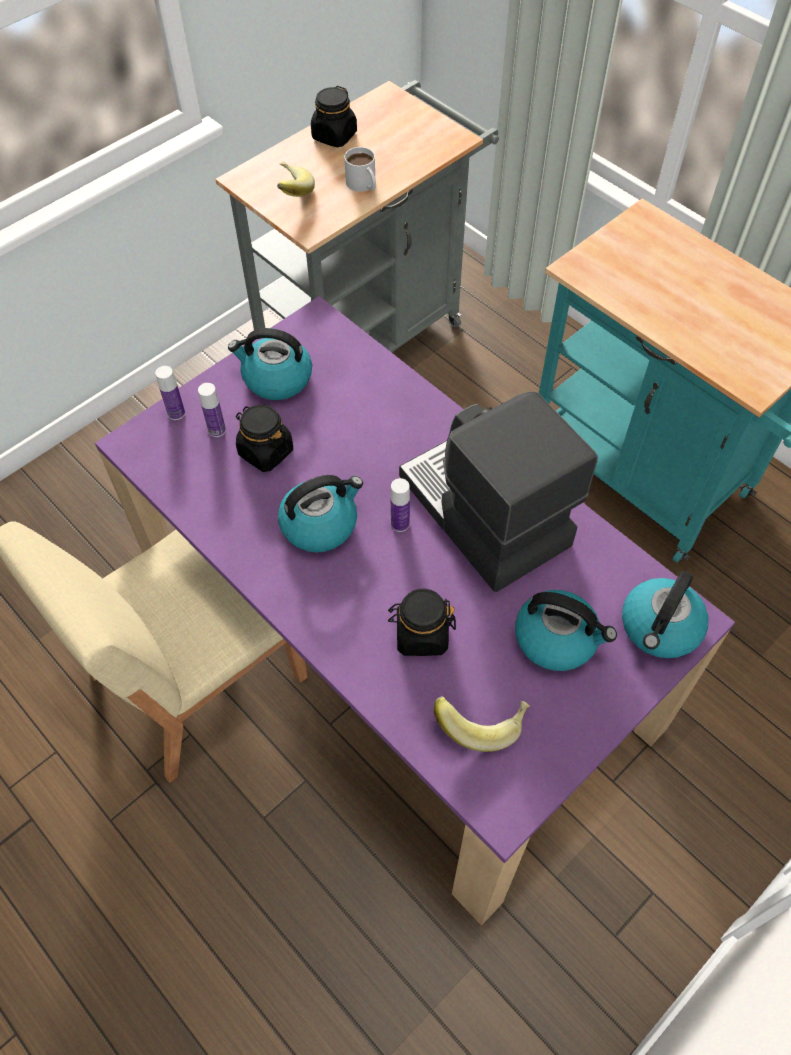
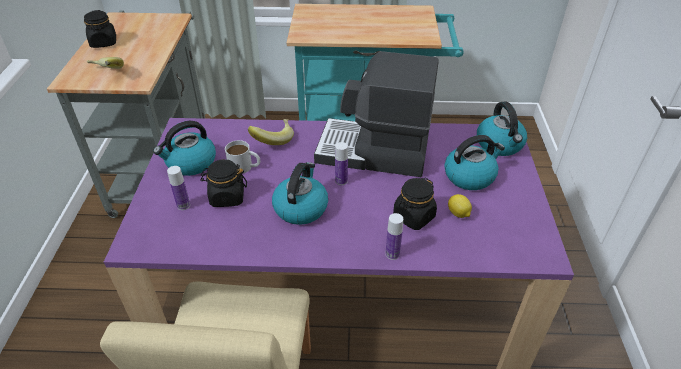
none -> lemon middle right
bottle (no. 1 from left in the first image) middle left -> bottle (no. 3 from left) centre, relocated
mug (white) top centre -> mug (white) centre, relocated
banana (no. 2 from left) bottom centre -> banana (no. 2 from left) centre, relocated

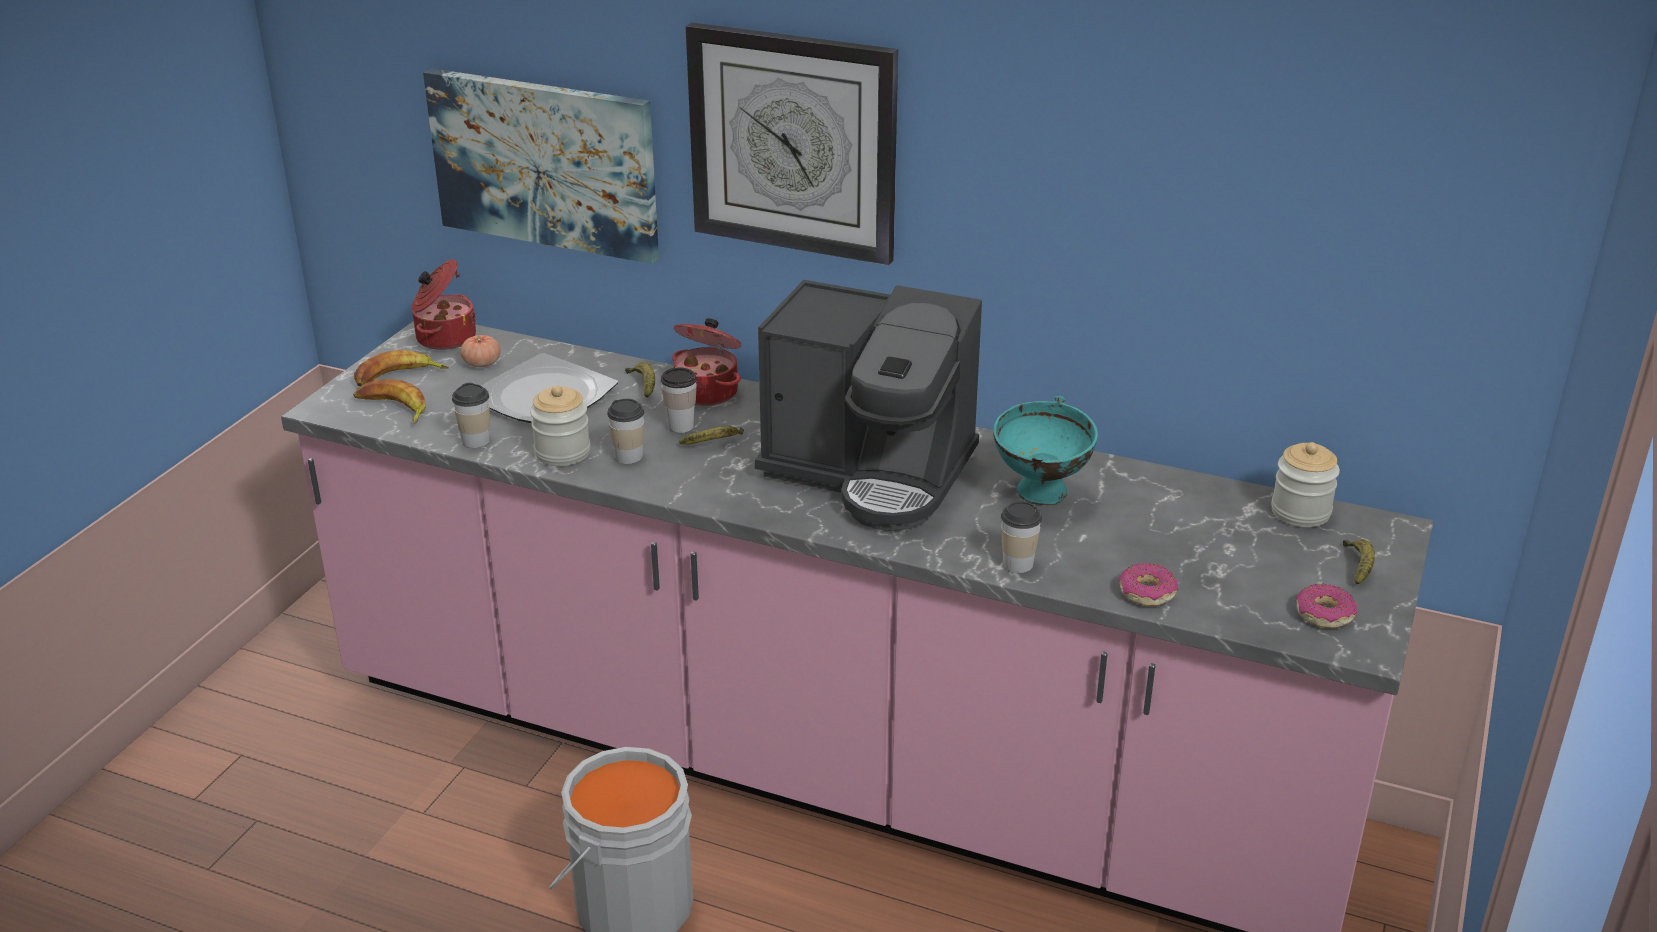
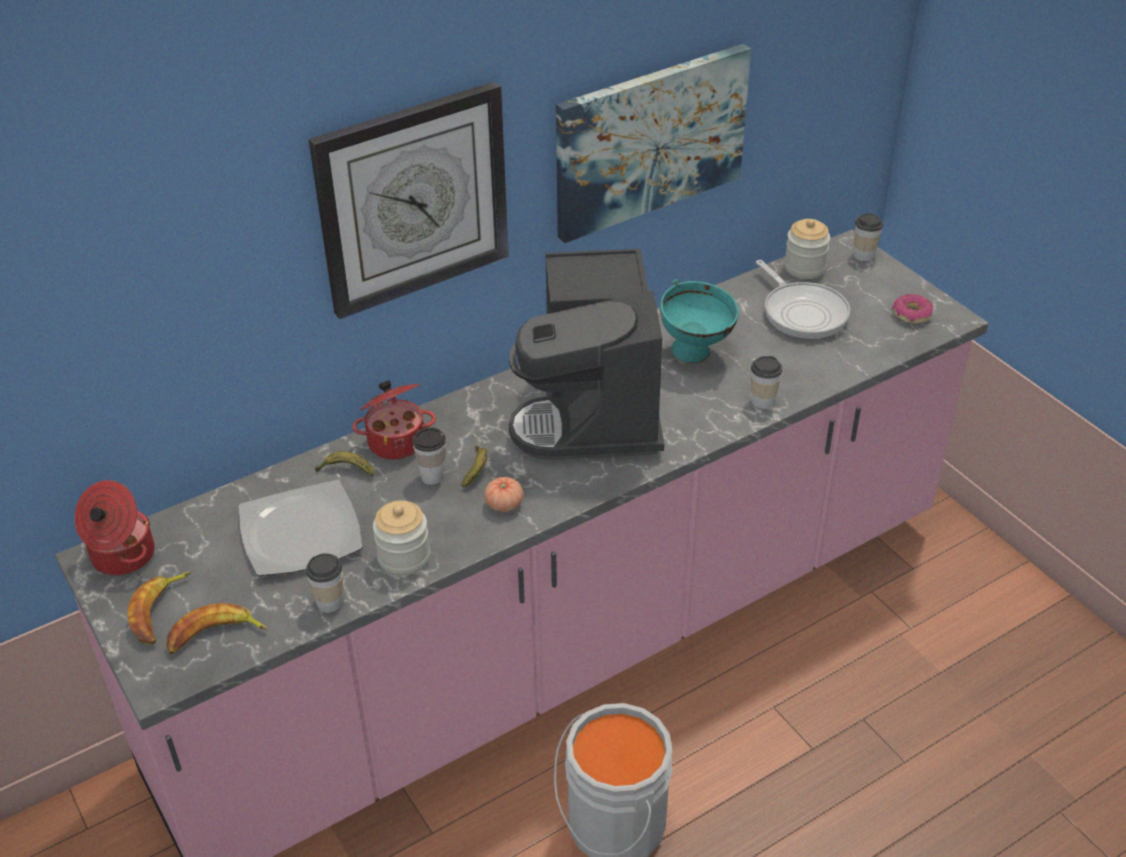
donut (no. 1 from left) middle right -> none
banana (no. 5 from left) middle right -> none
none -> frying pan middle right
picture top left -> picture top centre, relocated
tomato middle left -> tomato centre, relocated
cup (no. 2 from left in the first image) centre -> cup (no. 4 from left) top right, relocated
coffee machine centre, 120 degrees clockwise

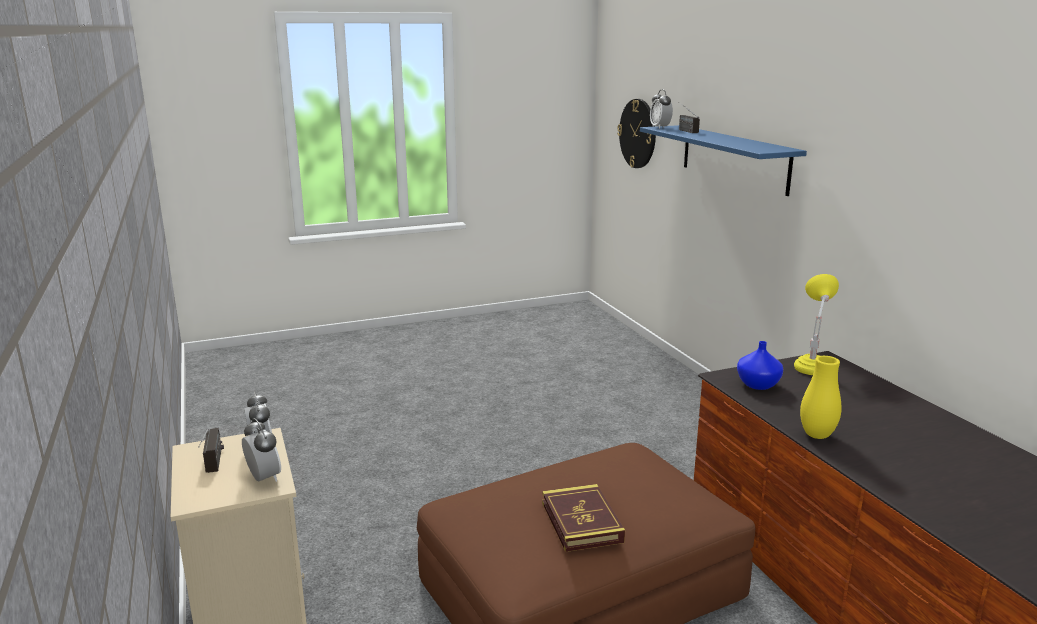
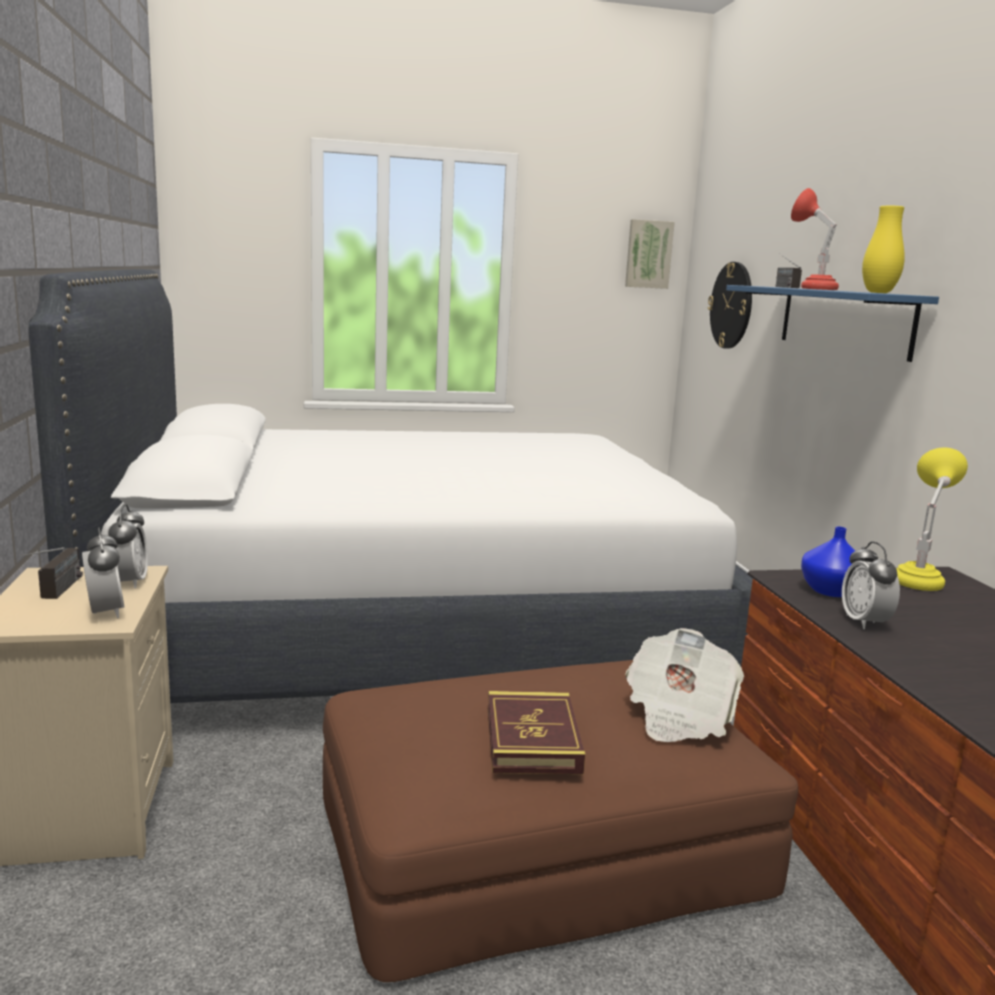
none -> bed (white) centre
none -> picture top centre
none -> newspaper bottom right
none -> table lamp (red) top right
alarm clock (no. 3 from left) top centre -> alarm clock (no. 3 from left) middle right, relocated
vase (yellow) middle right -> vase (yellow) top right, relocated

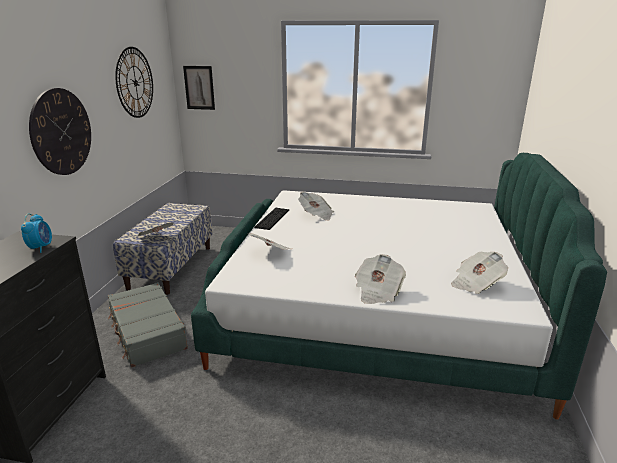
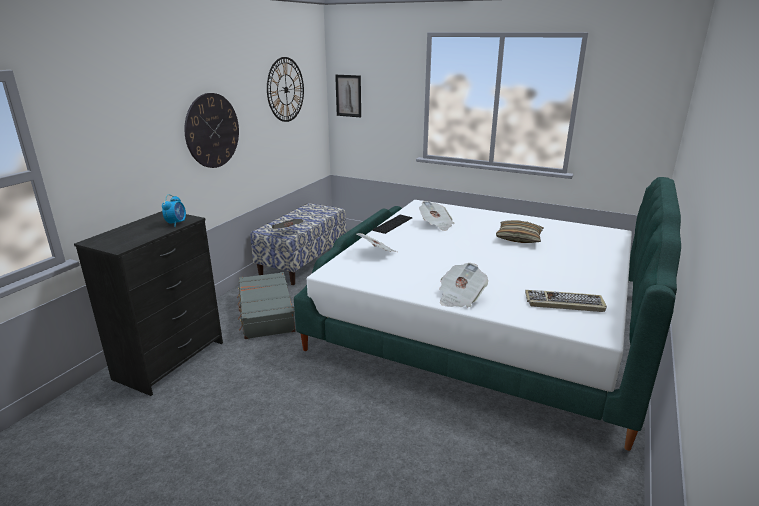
none -> pillow middle right
newspaper (no. 5 from left) middle right -> keyboard (no. 2 from left) middle right

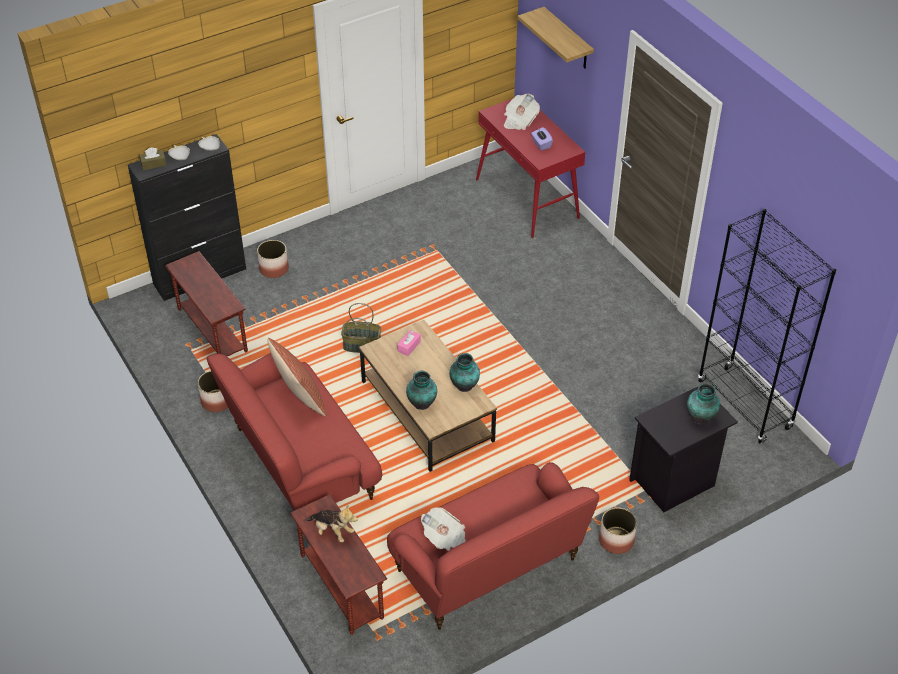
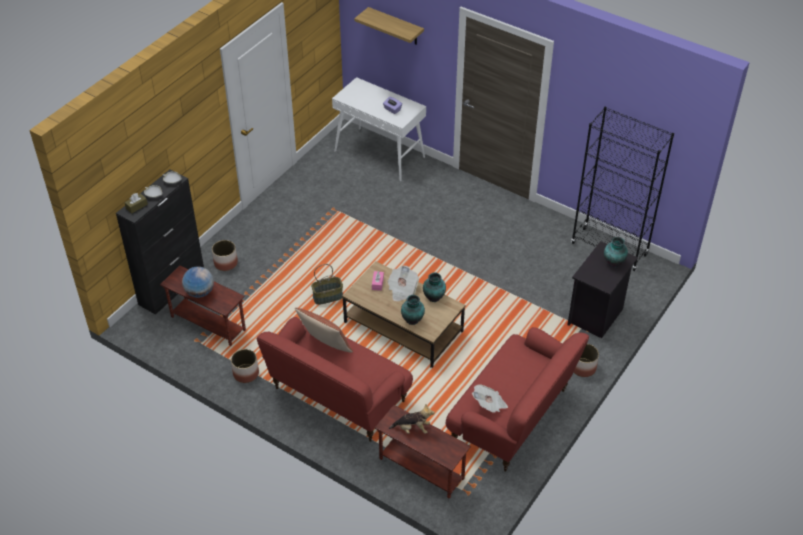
none -> globe middle left
newspaper (no. 2 from left in the first image) top centre -> newspaper (no. 1 from left) centre, relocated
console table (red) top centre -> console table (white) top centre

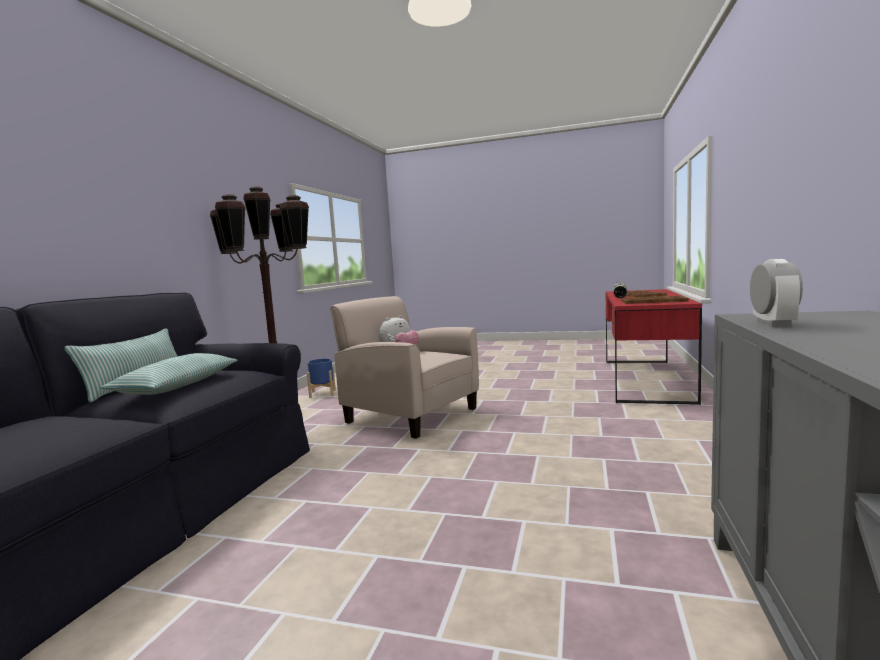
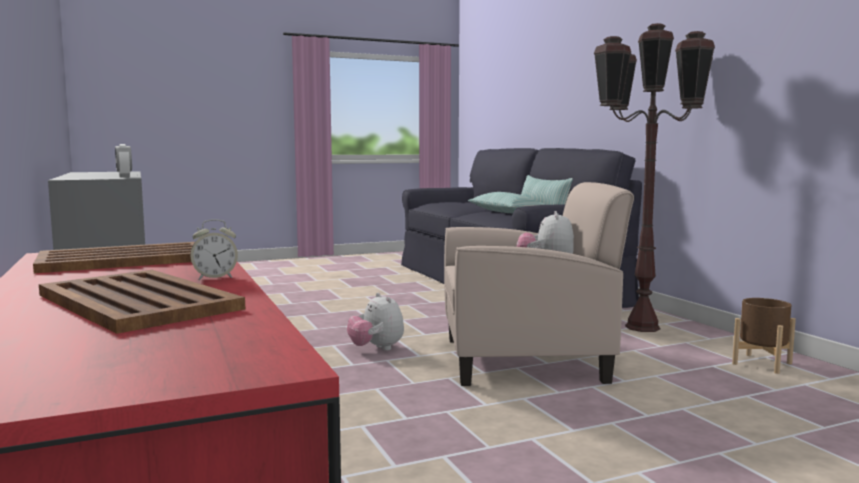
none -> plush toy (no. 1 from left) bottom centre
planter (blue) centre -> planter (brown) bottom right

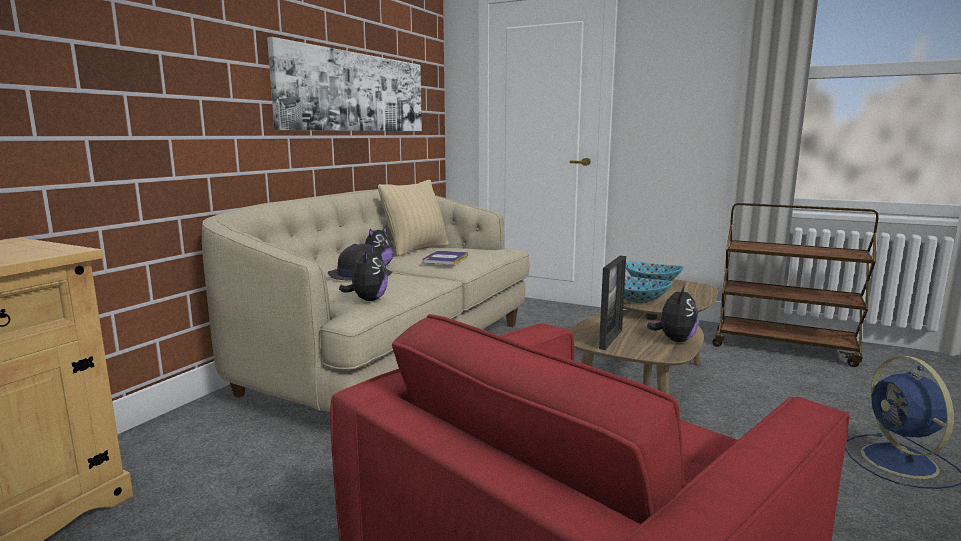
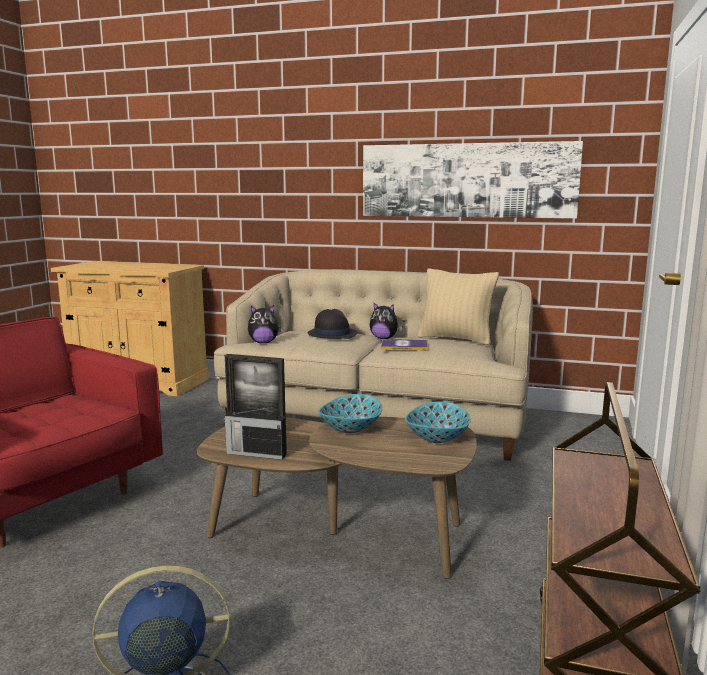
plush toy (no. 3 from left) middle right -> radio centre

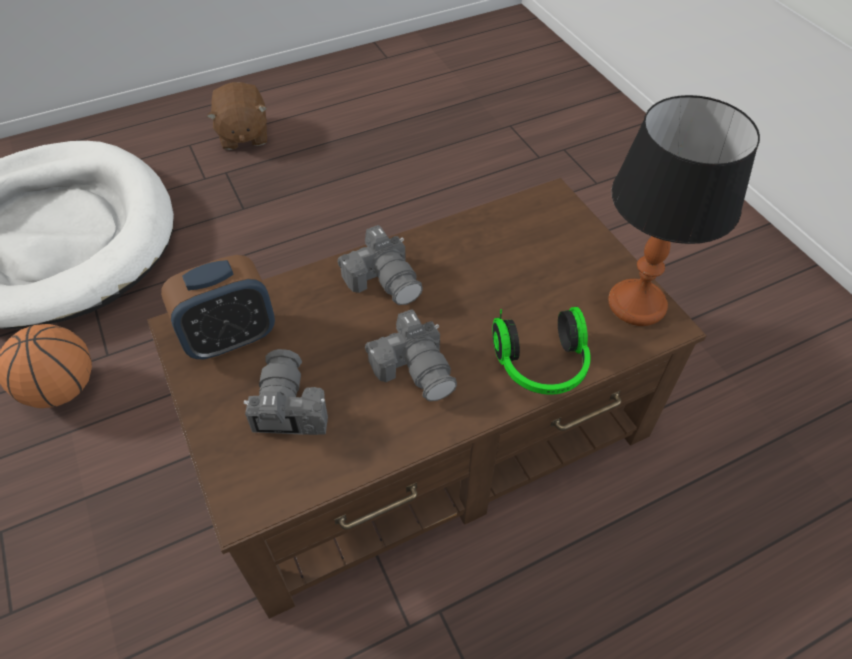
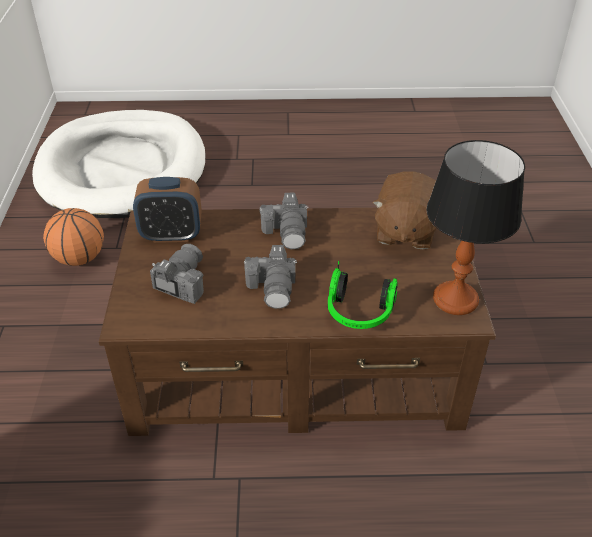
plush toy (brown) top left -> plush toy (brown) middle right, relocated

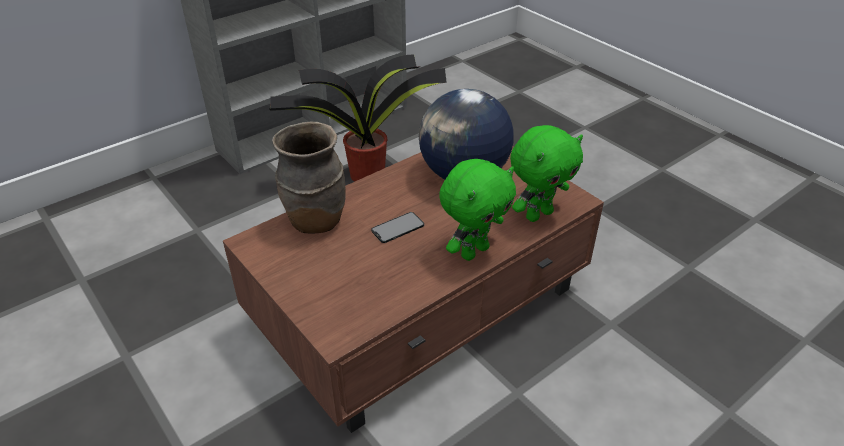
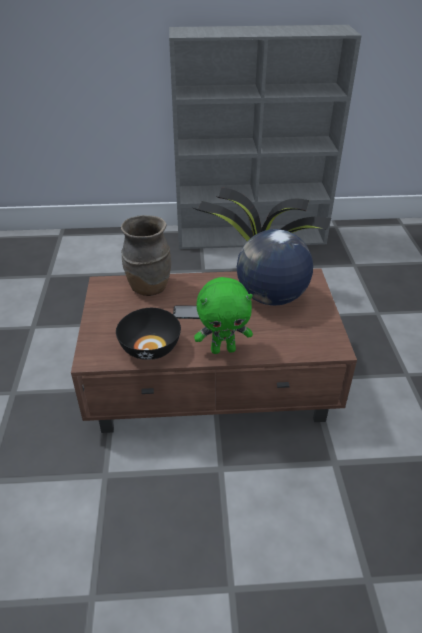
plush toy (green) (no. 2 from left) centre -> none
none -> bowl (black) centre

